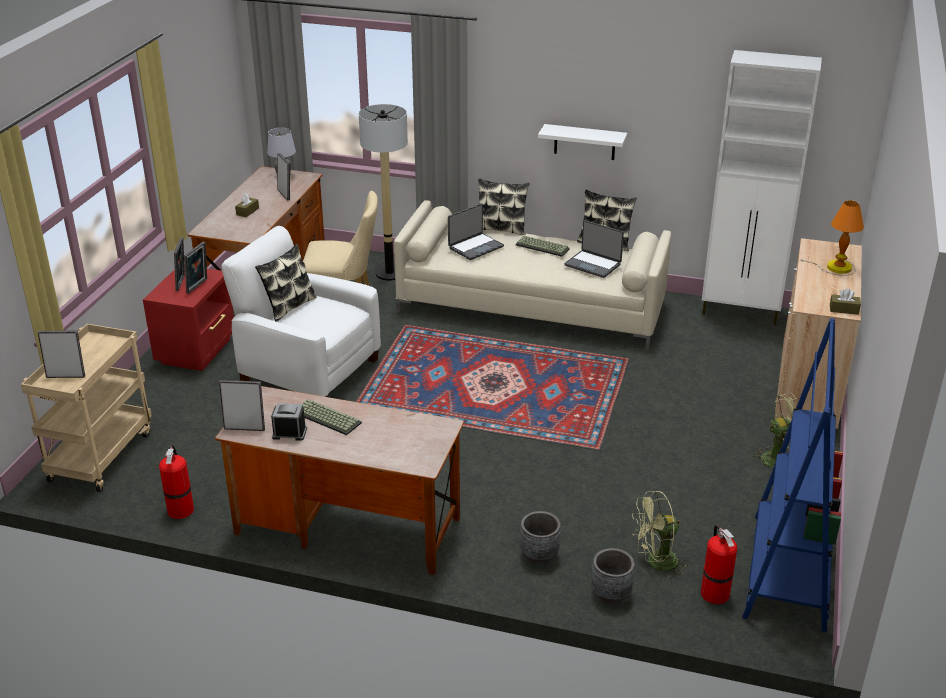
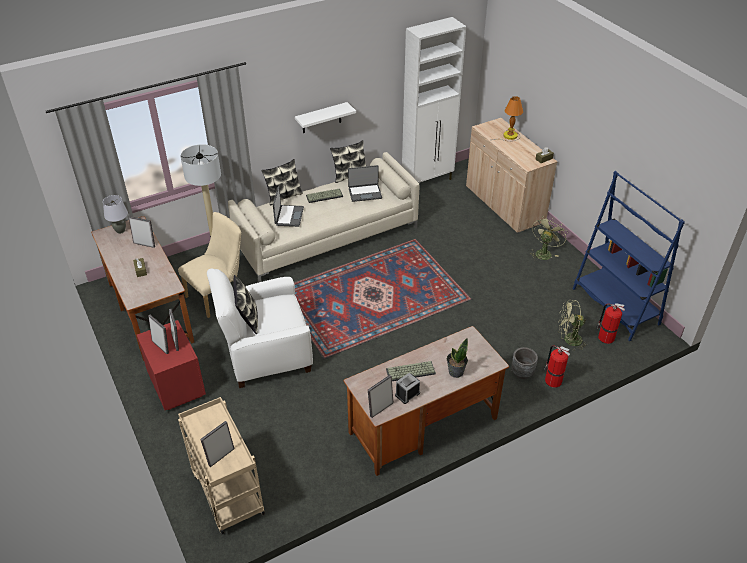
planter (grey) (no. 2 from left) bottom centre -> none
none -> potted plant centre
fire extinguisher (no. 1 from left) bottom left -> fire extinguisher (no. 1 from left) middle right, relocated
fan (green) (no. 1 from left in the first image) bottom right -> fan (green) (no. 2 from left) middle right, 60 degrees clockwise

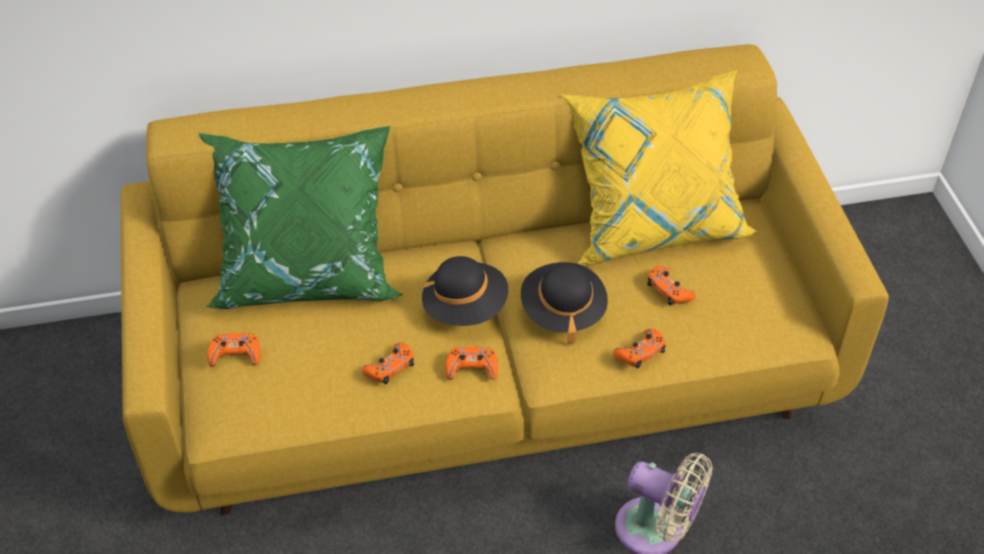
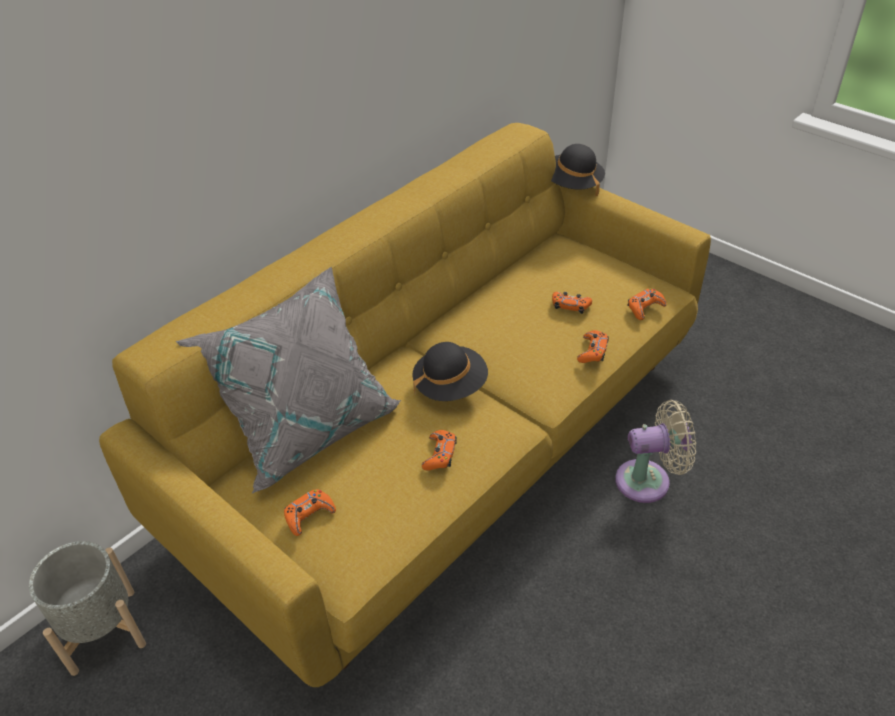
pillow (yellow) top right -> none
none -> planter (grey) bottom left
game controller (orange) (no. 3 from left in the first image) centre -> game controller (orange) (no. 5 from left) middle right, relocated
hat (black) (no. 2 from left) centre -> hat (black) (no. 2 from left) top centre, relocated
pillow (green) middle left -> pillow (grey) middle left

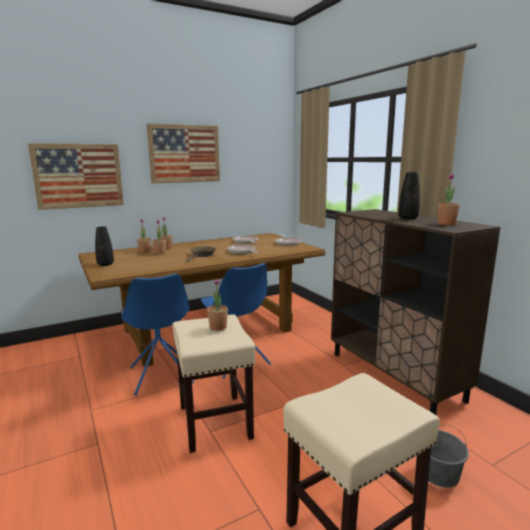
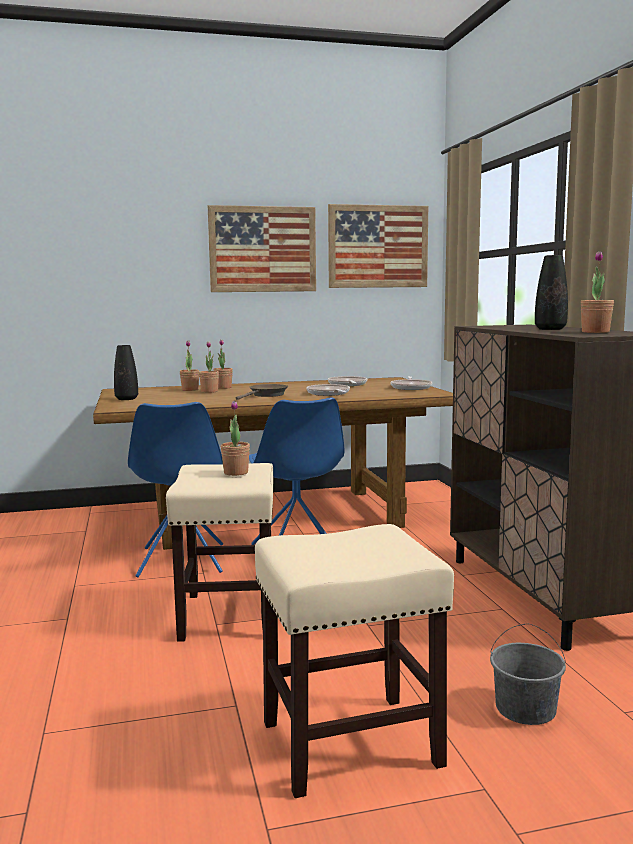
picture (no. 1 from left in the first image) top left -> picture (no. 2 from left) top centre, relocated

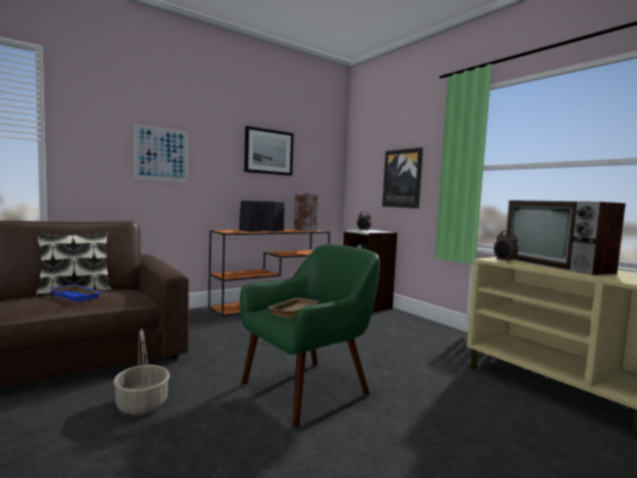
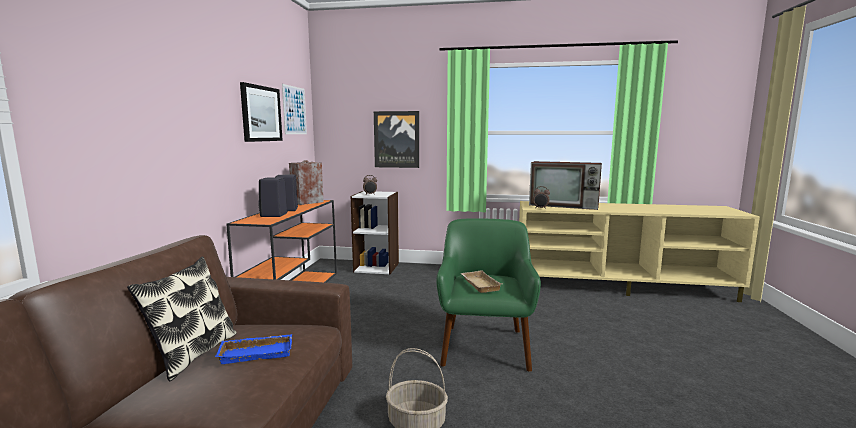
picture (no. 1 from left in the first image) top left -> picture (no. 2 from left) top centre, relocated

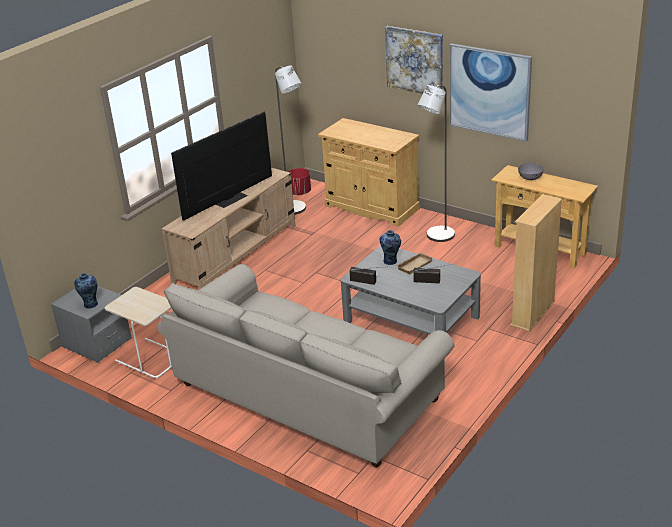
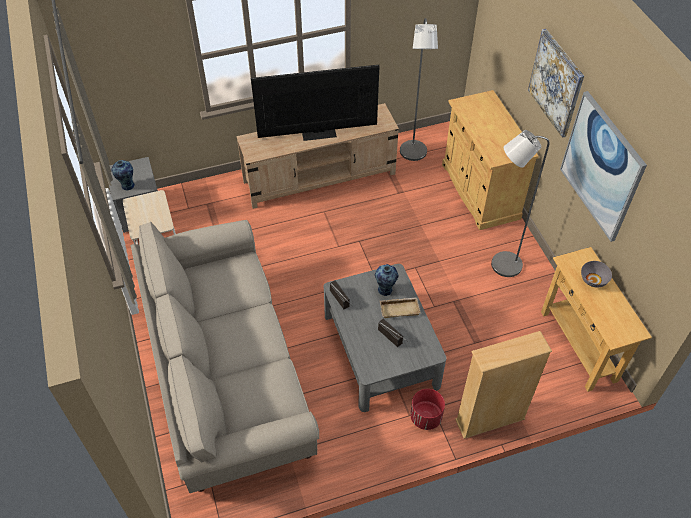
planter (red) centre -> planter (red) bottom centre, relocated

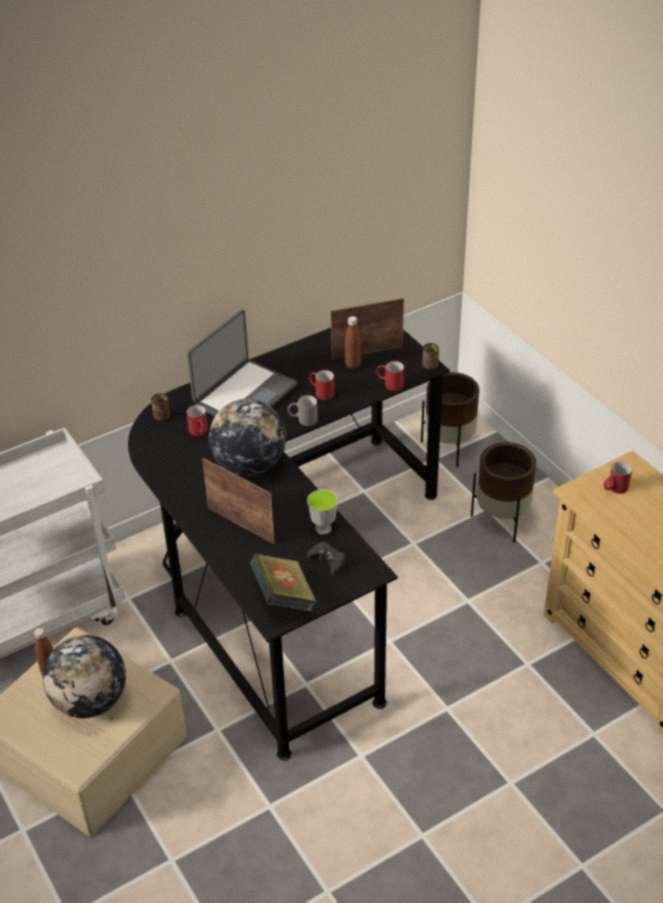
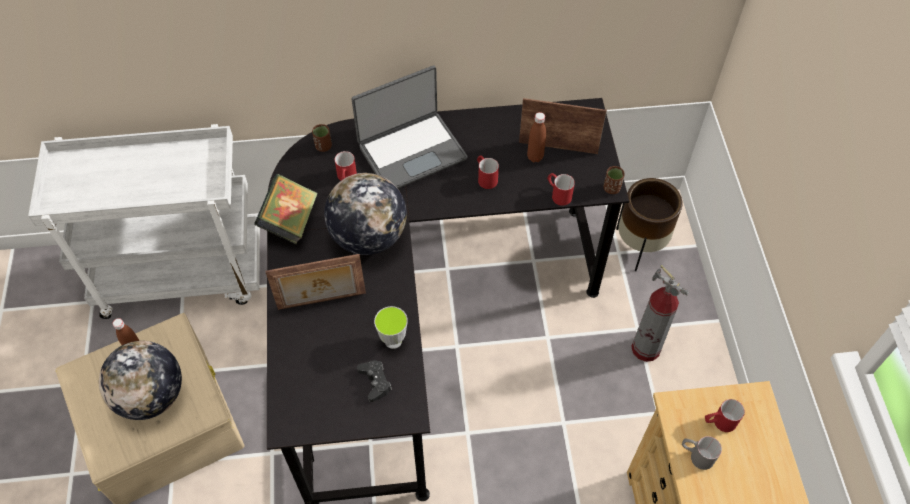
book centre -> book middle left, relocated
mug (grey) centre -> mug (grey) bottom right, relocated
planter (brown) (no. 2 from left) middle right -> fire extinguisher middle right
picture frame (no. 1 from left) centre, 105 degrees clockwise

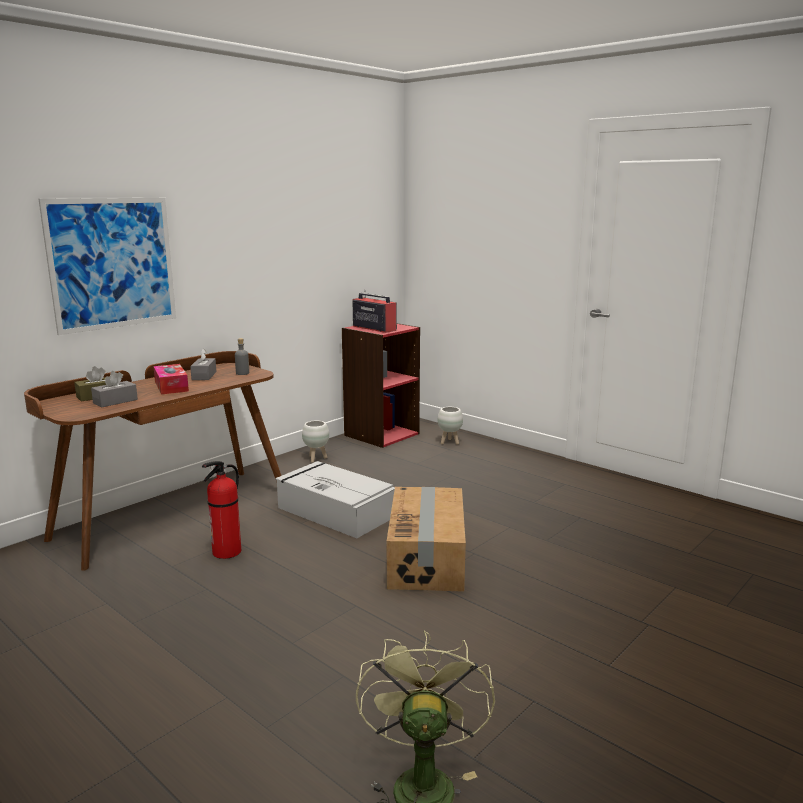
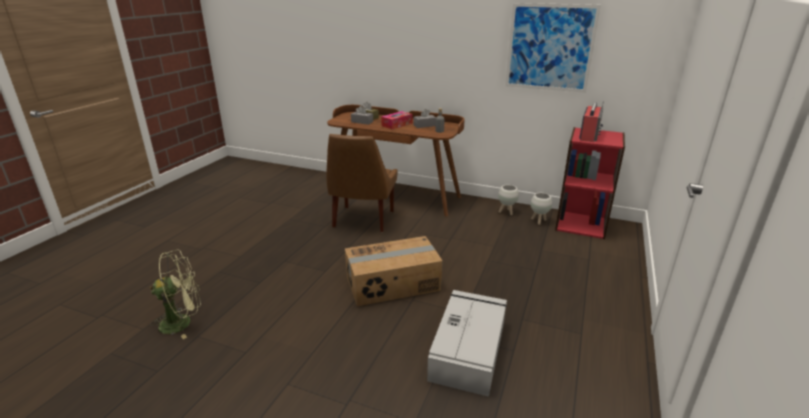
picture top left -> picture top right, relocated
storage box (grey) centre -> storage box (grey) bottom centre, relocated
planter (white) (no. 2 from left) centre -> planter (white) (no. 2 from left) middle right, relocated
fire extinguisher middle left -> chair (brown) centre

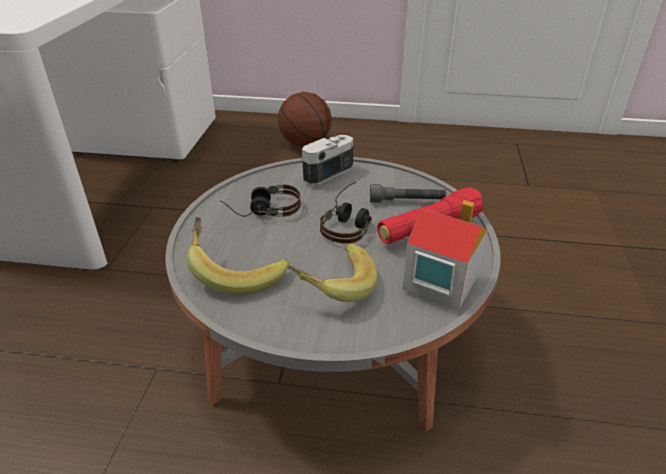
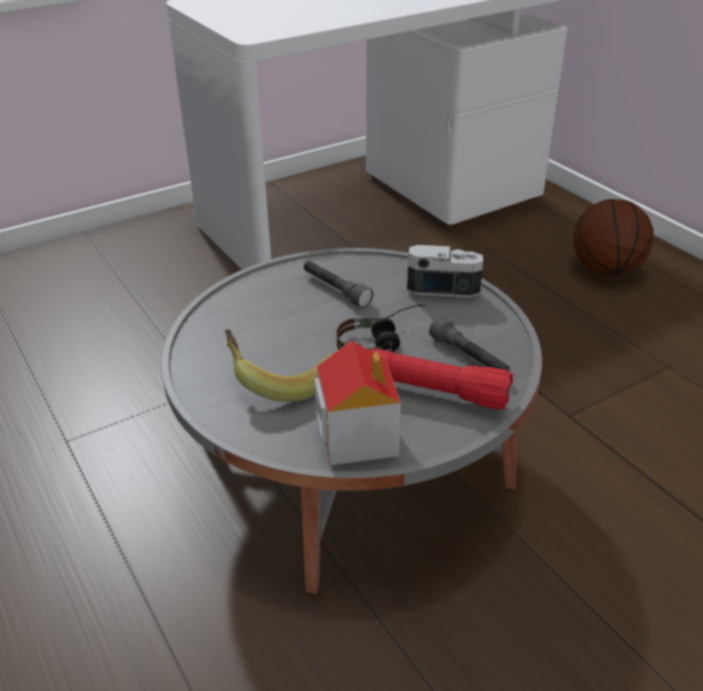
banana (no. 1 from left) centre -> none
headphones (no. 1 from left) centre -> flashlight (grey) (no. 1 from left) centre

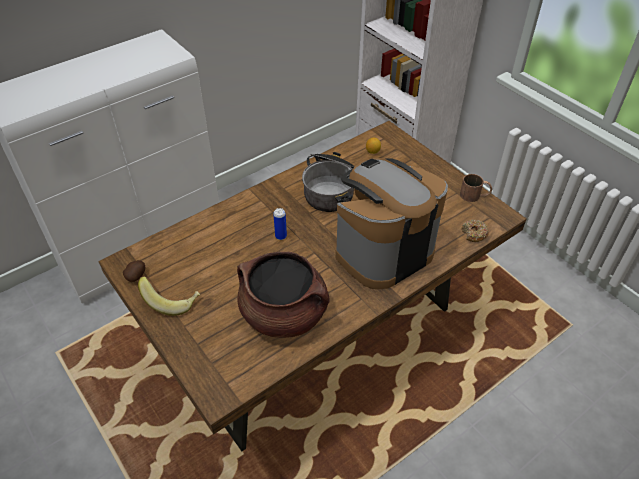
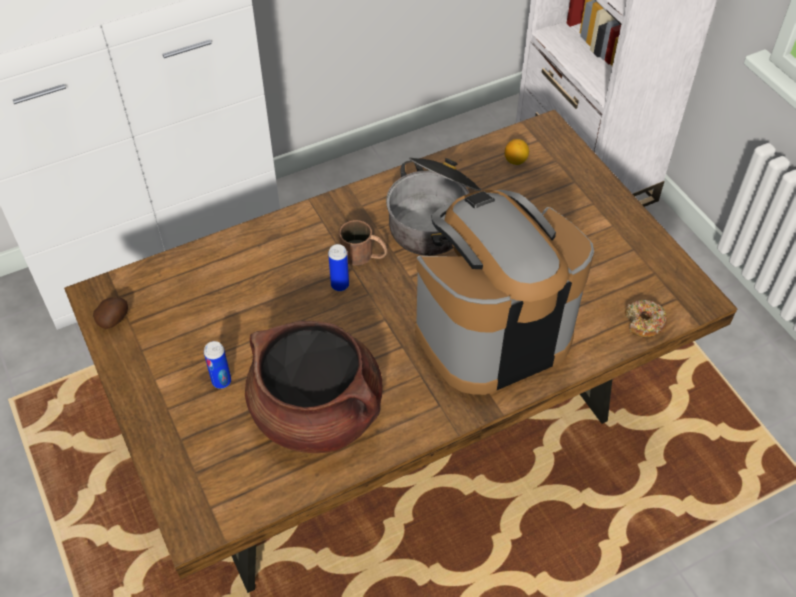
banana middle left -> none
none -> can (no. 1 from left) middle left
mug (brown) middle right -> mug (brown) centre, relocated

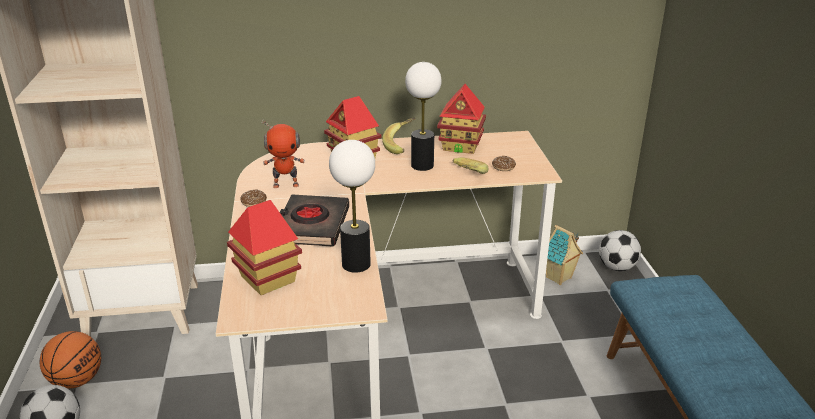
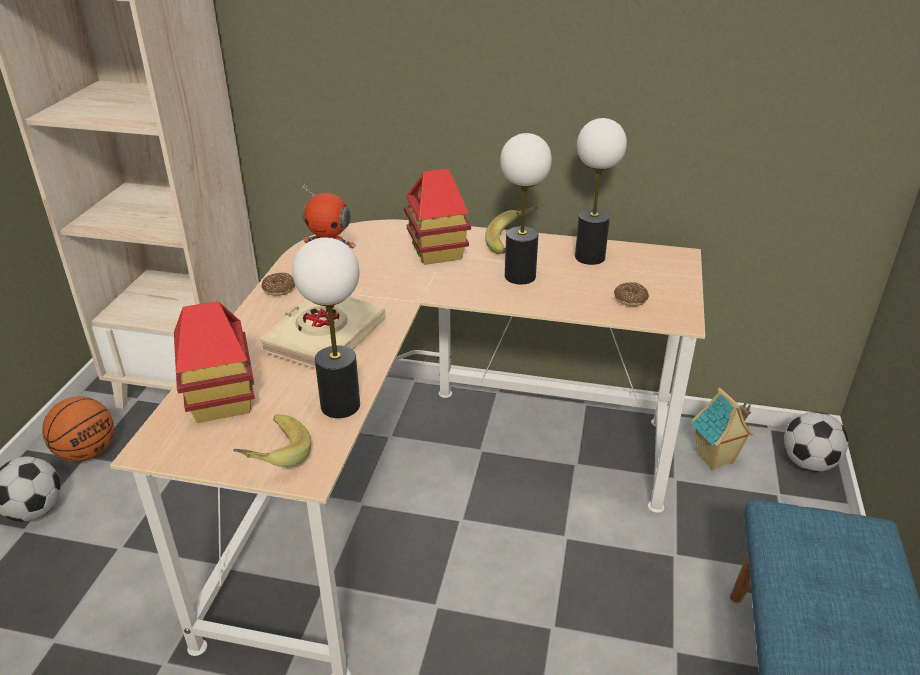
banana (no. 2 from left in the first image) centre -> banana (no. 1 from left) middle left, relocated
toy house (no. 3 from left) top centre -> table lamp (no. 3 from left) top centre
book (black) centre -> book (beige) centre

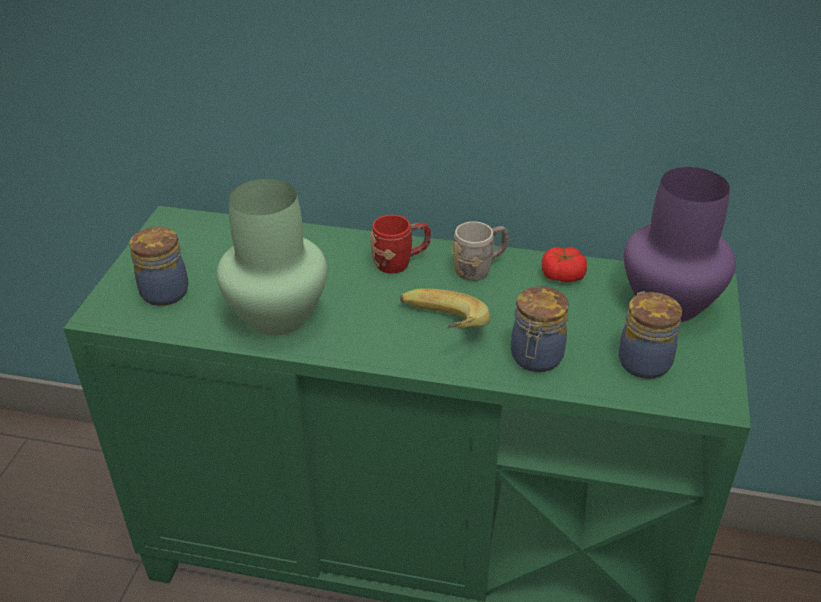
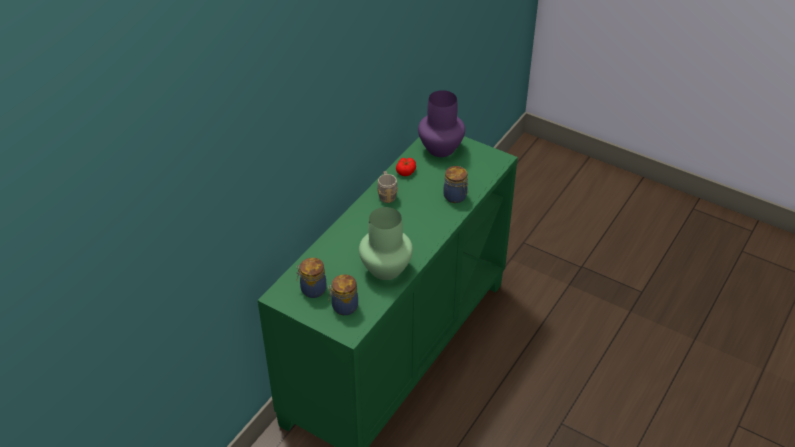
mug (red) centre -> none
banana centre -> none
jar (no. 3 from left in the first image) middle right -> jar (no. 1 from left) centre, relocated

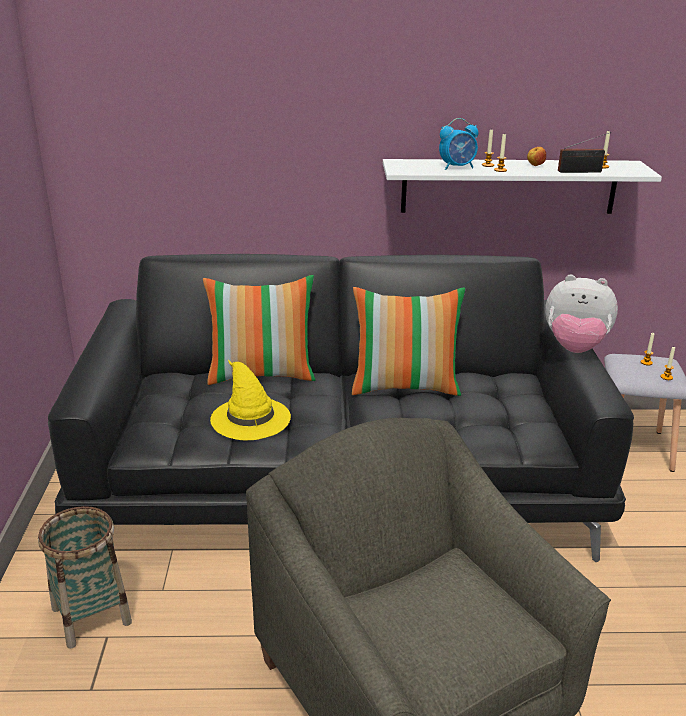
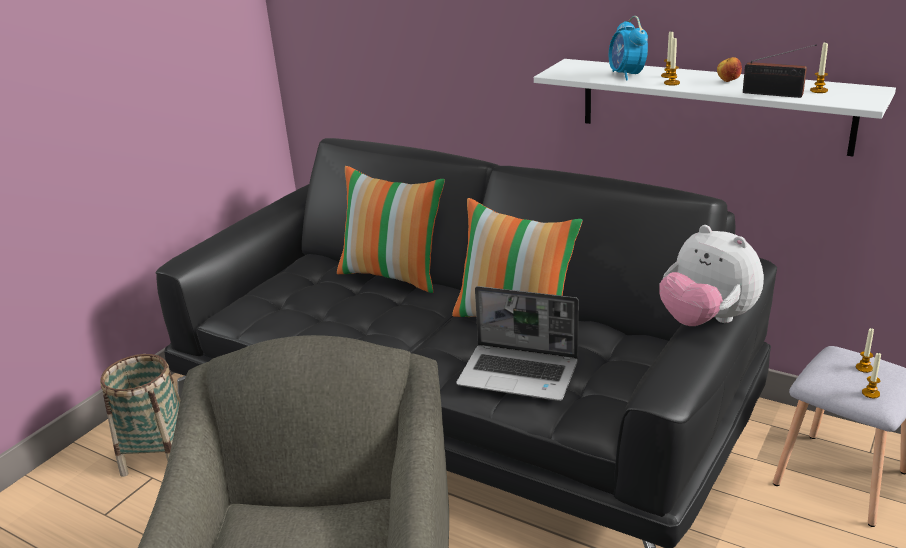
hat (yellow) centre -> none
none -> laptop centre
alarm clock top right, 60 degrees clockwise

